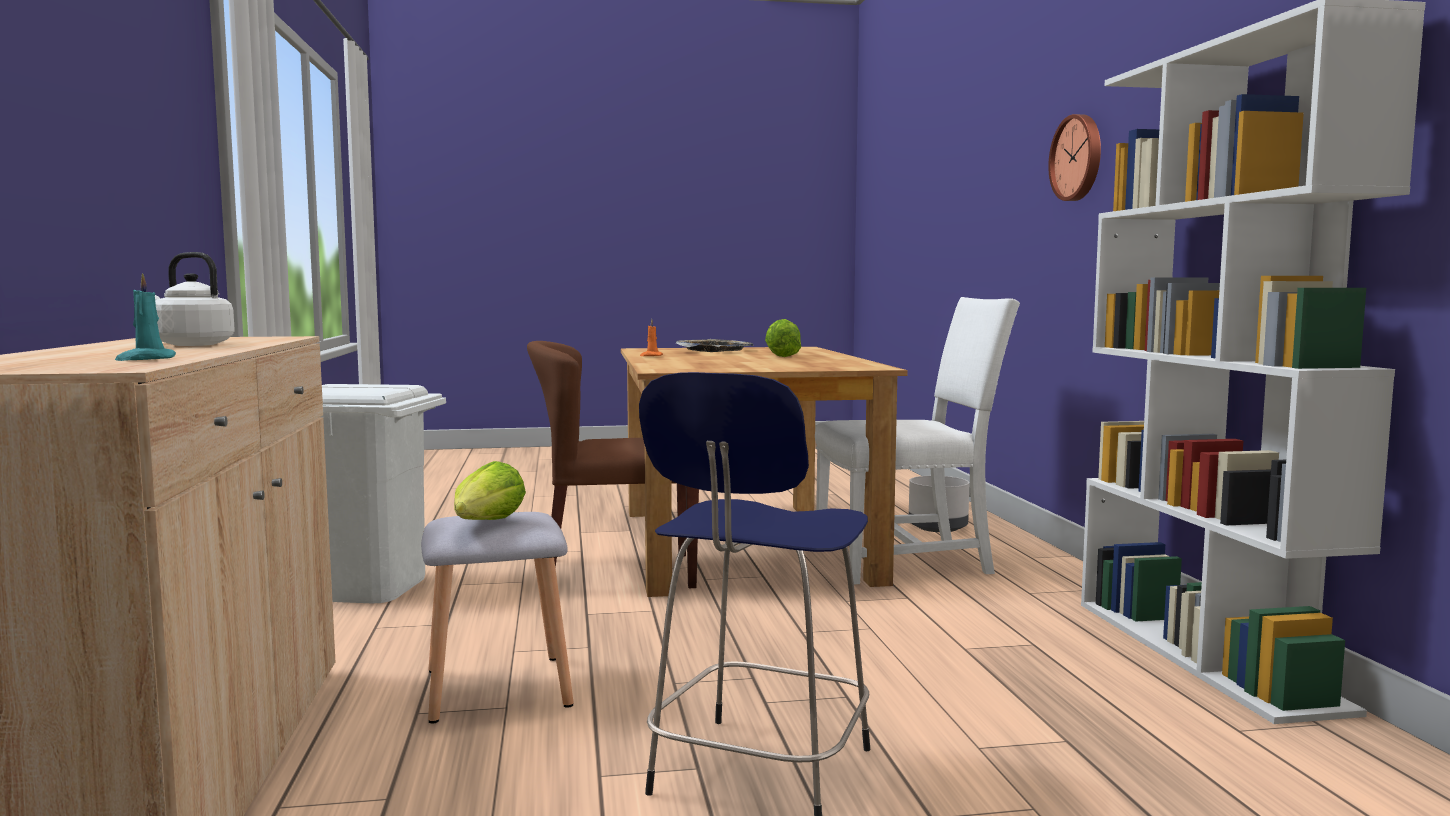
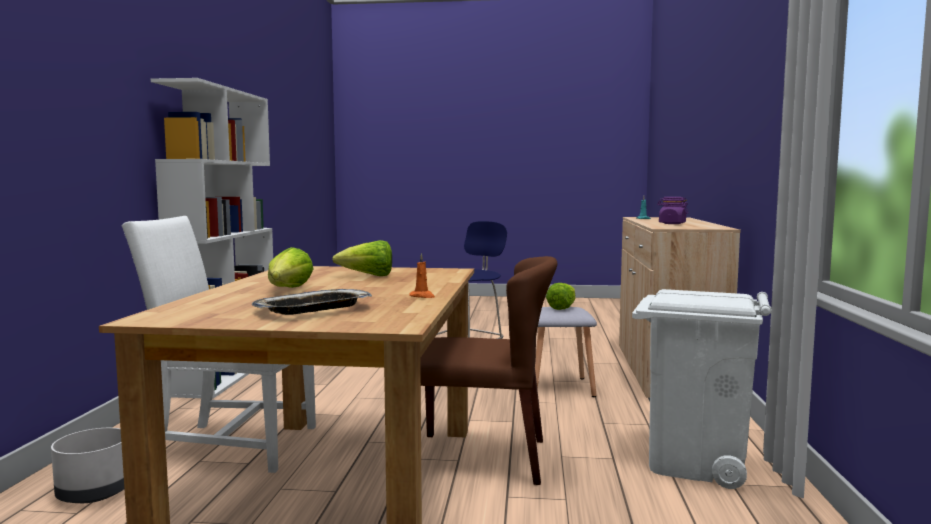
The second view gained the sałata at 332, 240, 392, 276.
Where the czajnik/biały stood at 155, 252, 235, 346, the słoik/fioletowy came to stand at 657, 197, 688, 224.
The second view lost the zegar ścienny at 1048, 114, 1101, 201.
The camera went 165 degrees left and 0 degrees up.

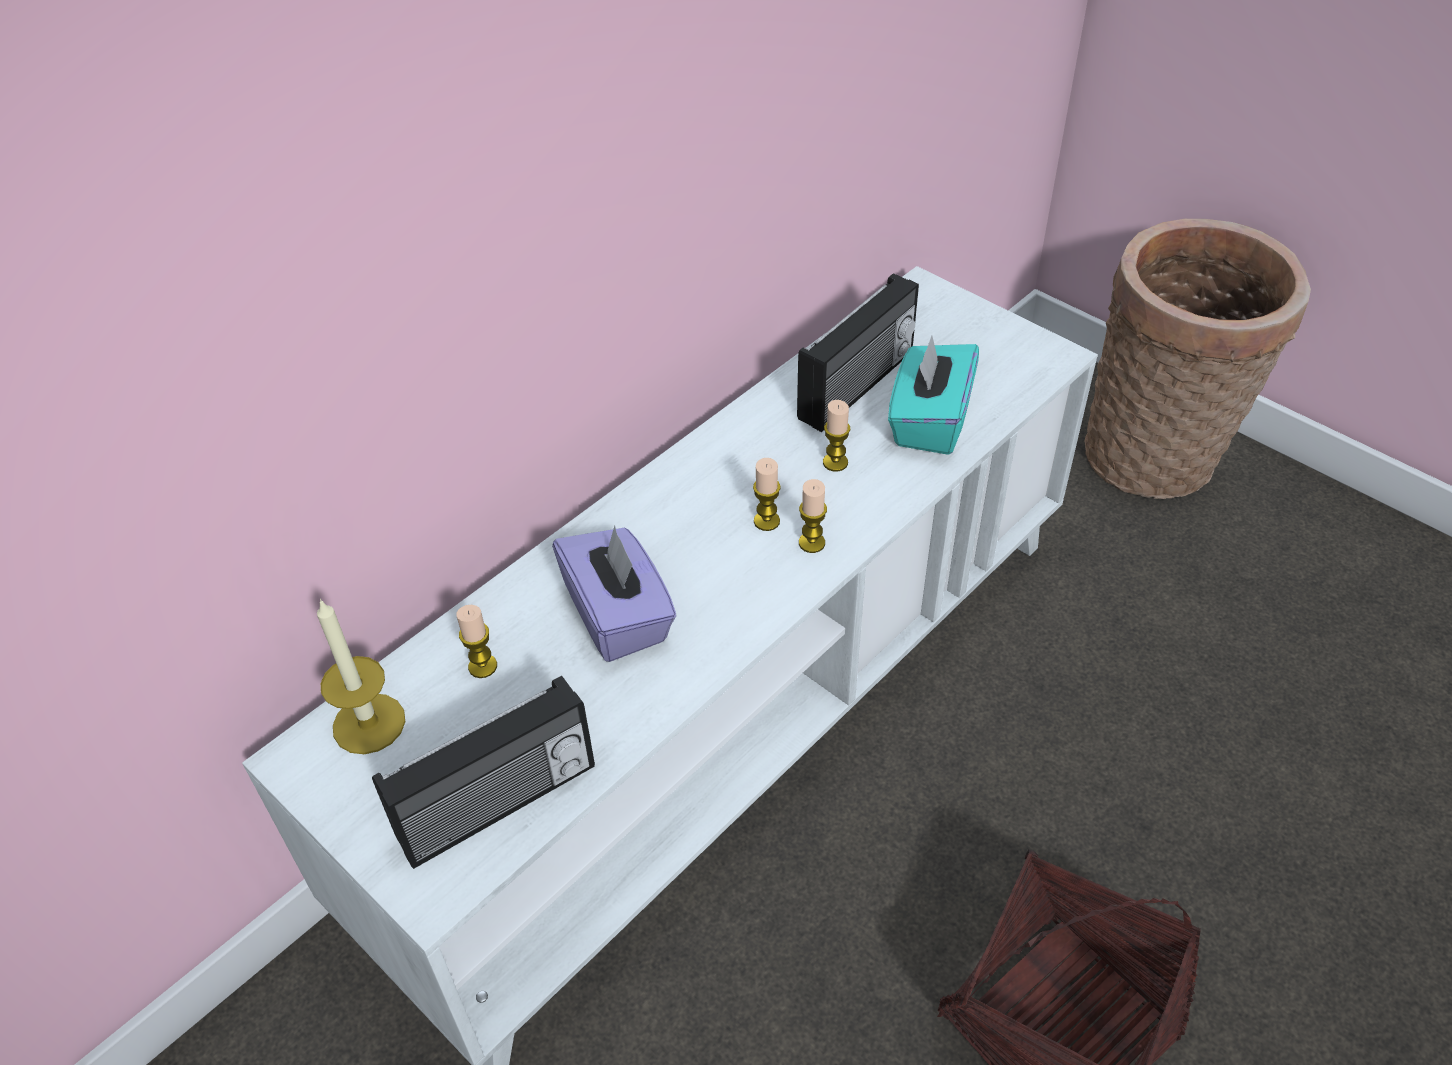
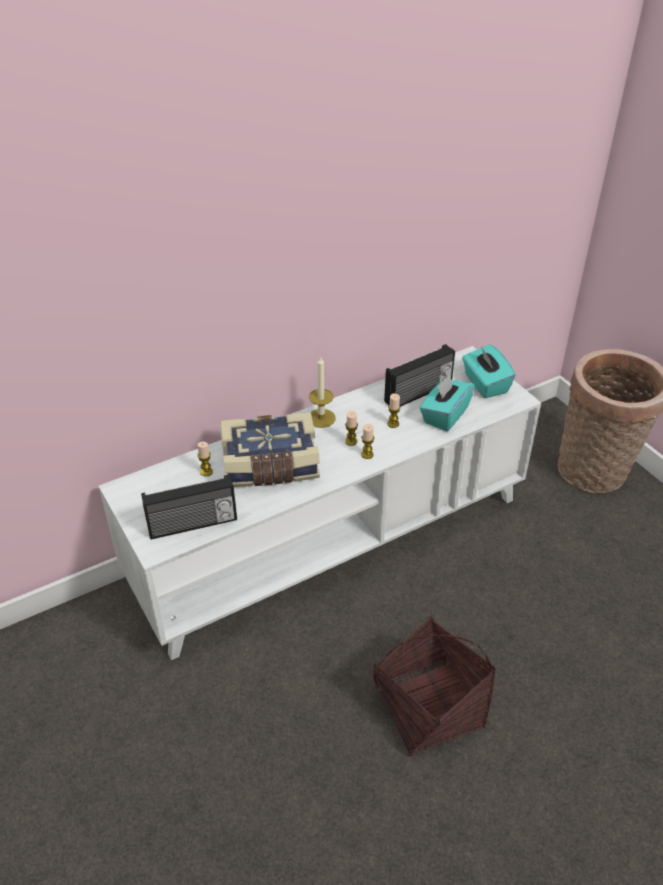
Where the pudełko chusteczek/fioletowy stood at 552, 526, 677, 662, the książka came to stand at 220, 412, 320, 487.
The świeca ended up elsewhere, having gone from 317, 599, 405, 754 to 309, 357, 336, 428.
The second view gained the pudełko chusteczek/turkusowy at 462, 344, 516, 398.
The camera went 15 degrees right and 5 degrees down.

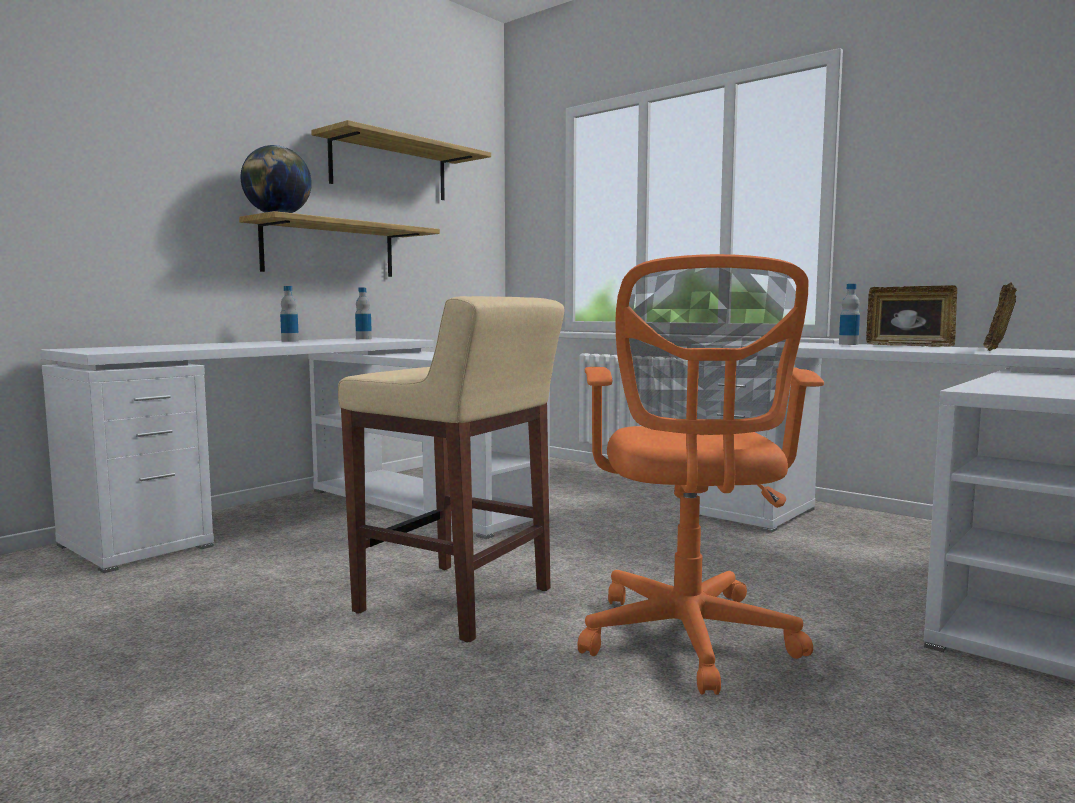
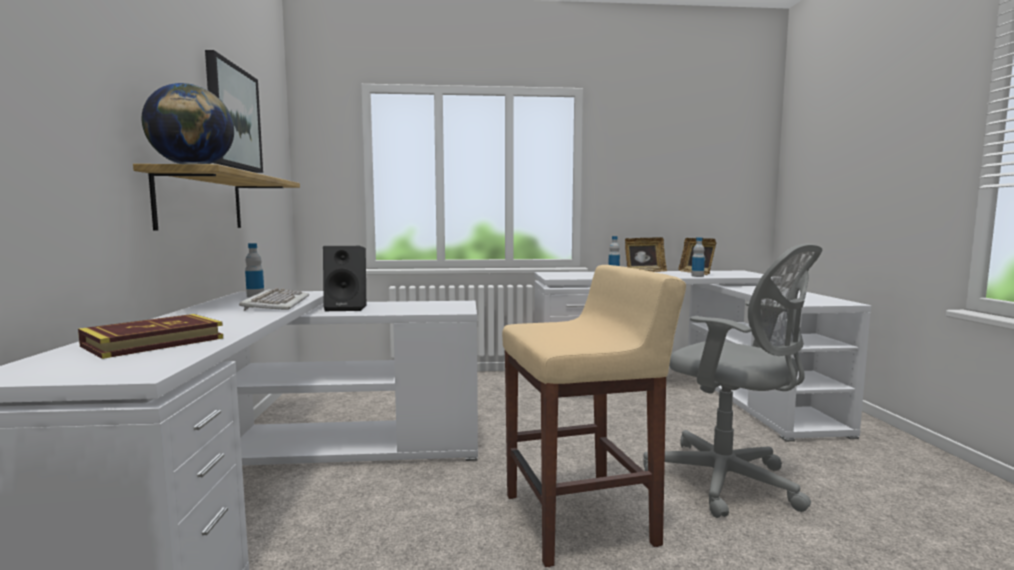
The second view gained the książka at 78, 314, 223, 359.
Where the półka hung at 311, 120, 491, 200, the obraz came to hang at 205, 50, 263, 173.
The second view gained the klawiatura at 239, 288, 309, 311.
The second view gained the głośnik/czarny at 323, 246, 366, 312.
What was the krzesło biurowe/pomarańczowy at 578, 254, 824, 695 turned into the krzesło biurowe/szary at 643, 244, 822, 518.
The butelka ended up elsewhere, having gone from 280, 286, 299, 342 to 691, 237, 705, 277.
The camera went 45 degrees left and 0 degrees up.

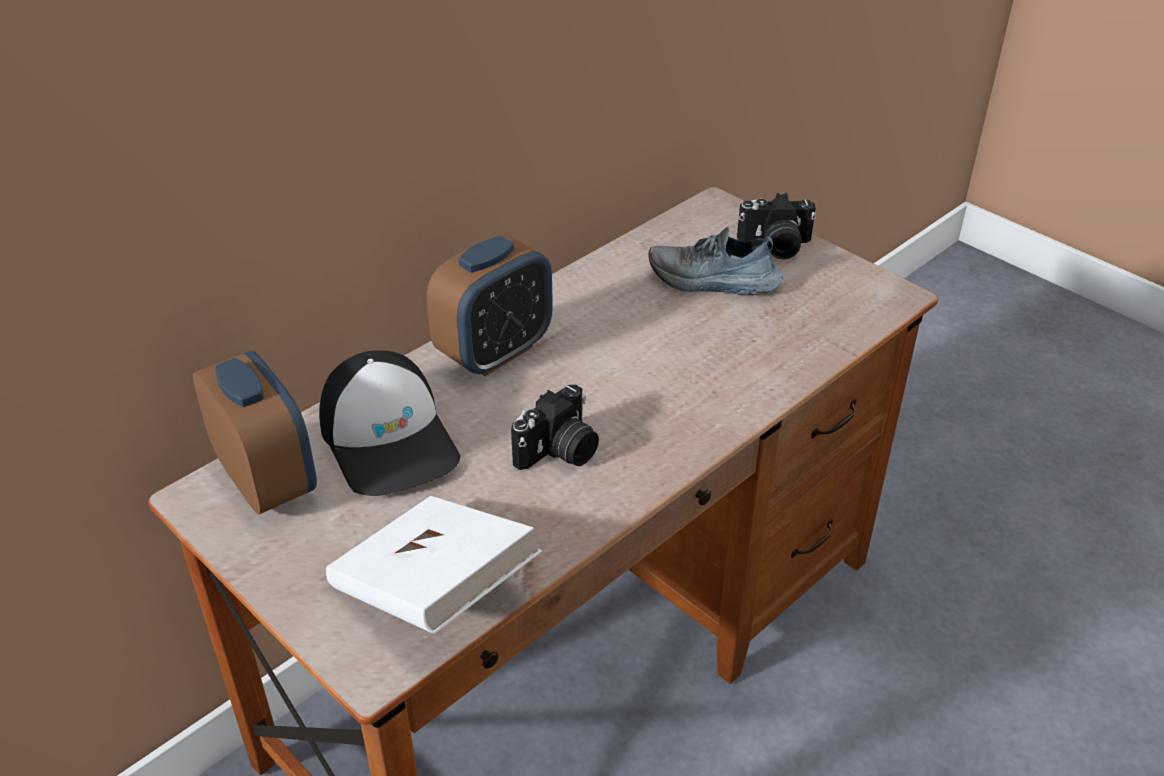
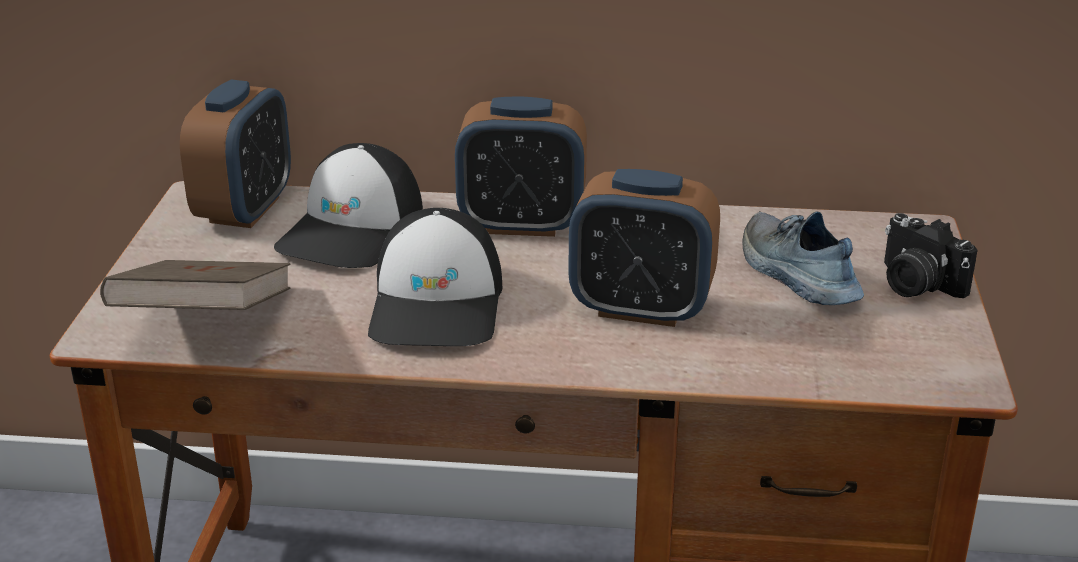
What was the książka/biały at 326, 496, 542, 634 turned into the książka/brązowy at 100, 260, 290, 310.
Where the aparat fotograficzny stood at 511, 385, 599, 470, the czapka z daszkiem came to stand at 368, 208, 502, 346.
The second view gained the budzik at 568, 169, 720, 327.
The camera went 50 degrees right and 10 degrees down.

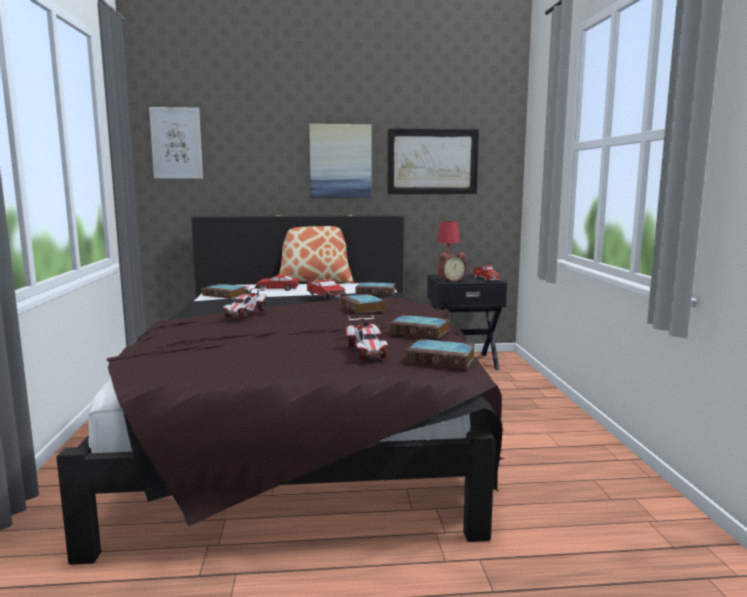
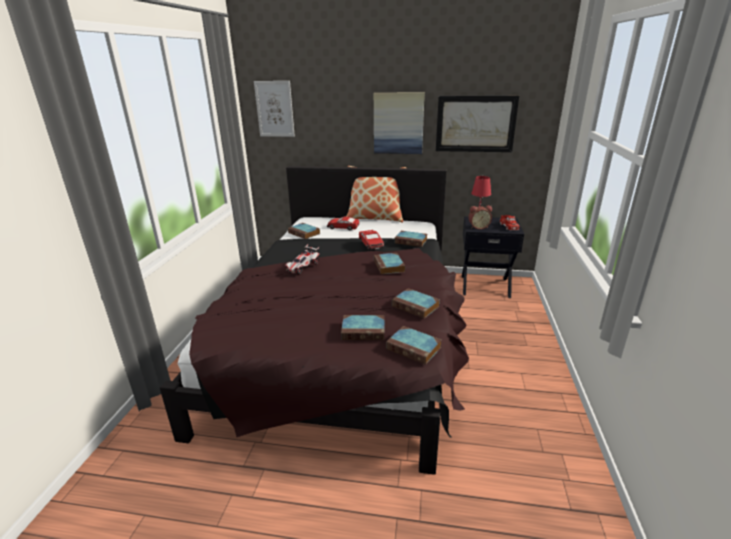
Where the samochodzik stood at 346, 314, 388, 360, the książka came to stand at 341, 315, 384, 340.
The camera went 15 degrees right and 15 degrees up.

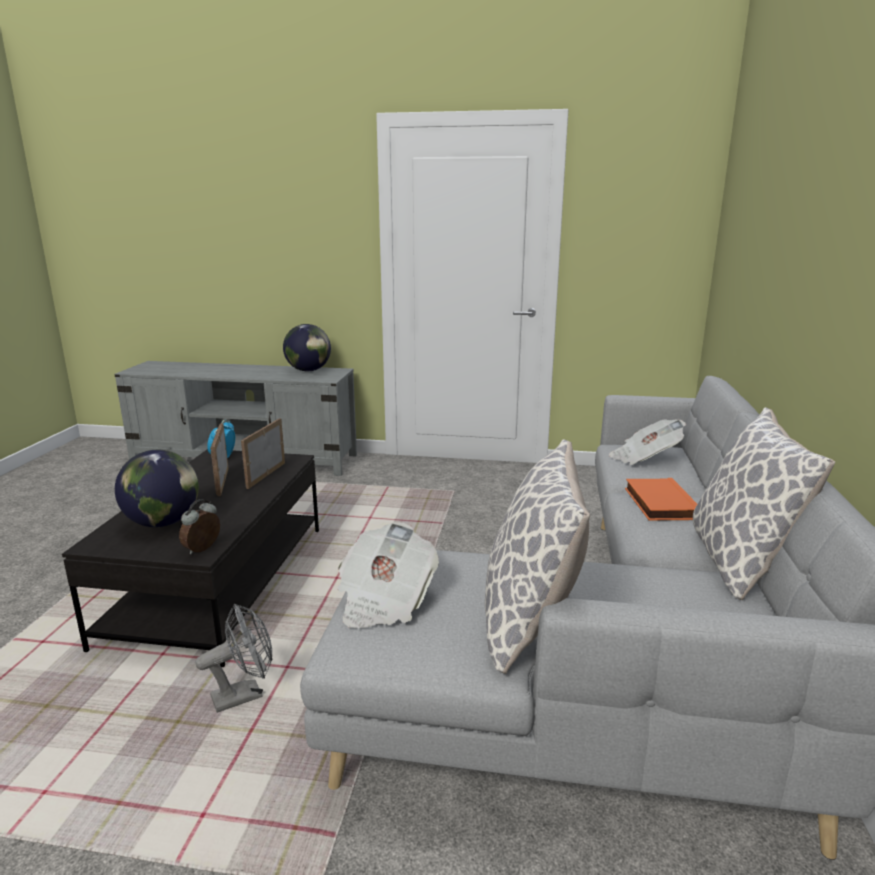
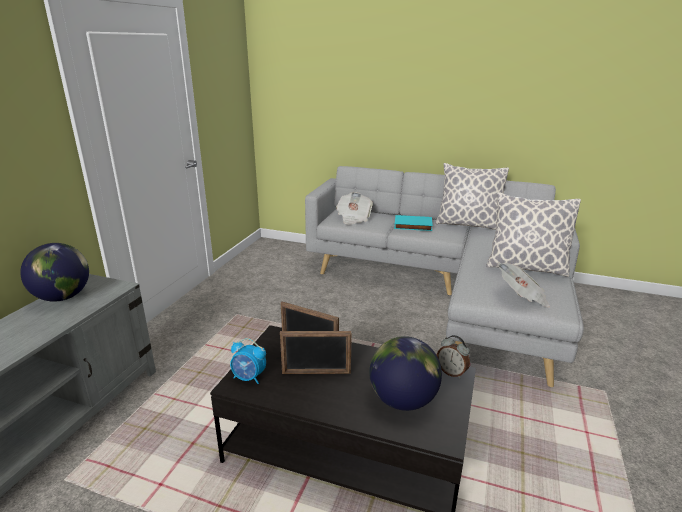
What was the książka/pomarańczowy at 625, 478, 697, 520 turned into the książka/turkusowy at 394, 215, 433, 231.
The second view lost the wentylator/szary at 195, 604, 272, 713.
The camera went 80 degrees left and 5 degrees up.

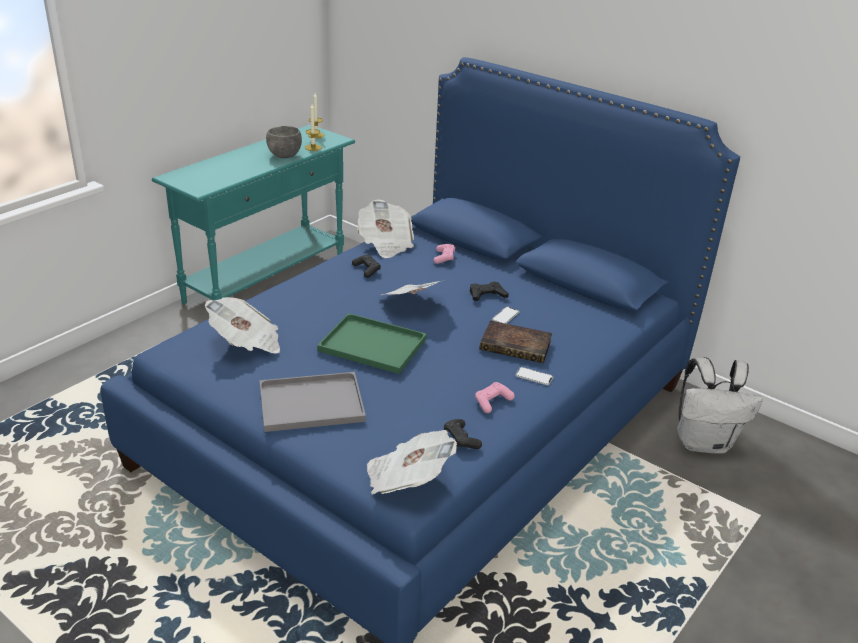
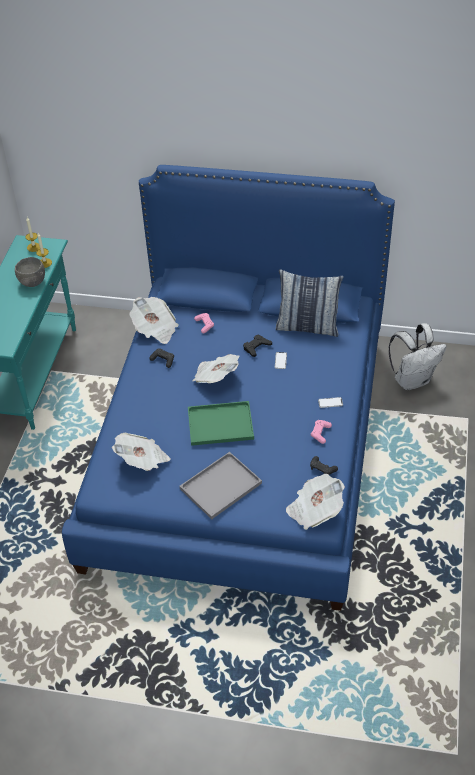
The second view gained the poduszka at 276, 269, 343, 337.
The second view lost the książka at 480, 320, 552, 363.
The camera went 25 degrees left and 15 degrees up.

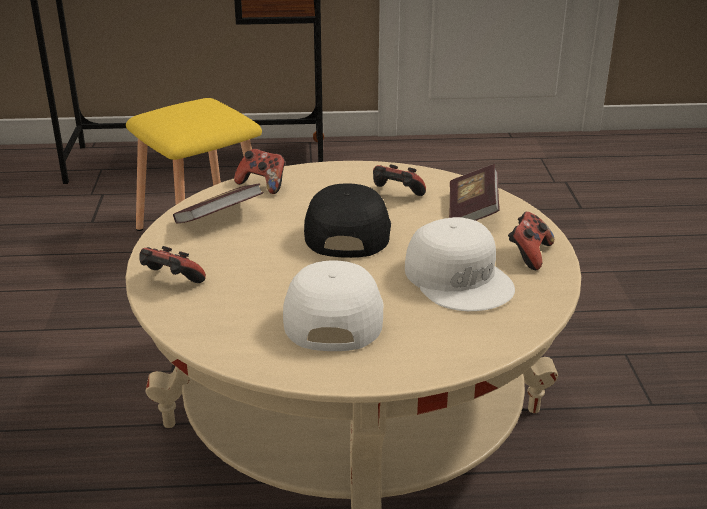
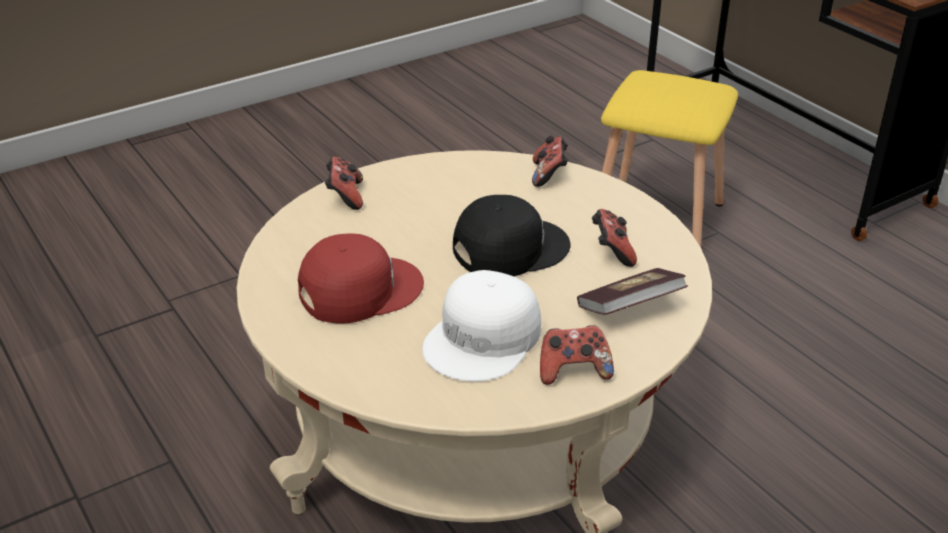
What was the czapka z daszkiem/biały at 283, 260, 383, 351 turned into the czapka z daszkiem/czerwony at 298, 234, 424, 324.
The second view lost the książka at 173, 183, 264, 223.
The camera went 60 degrees right and 5 degrees up.

